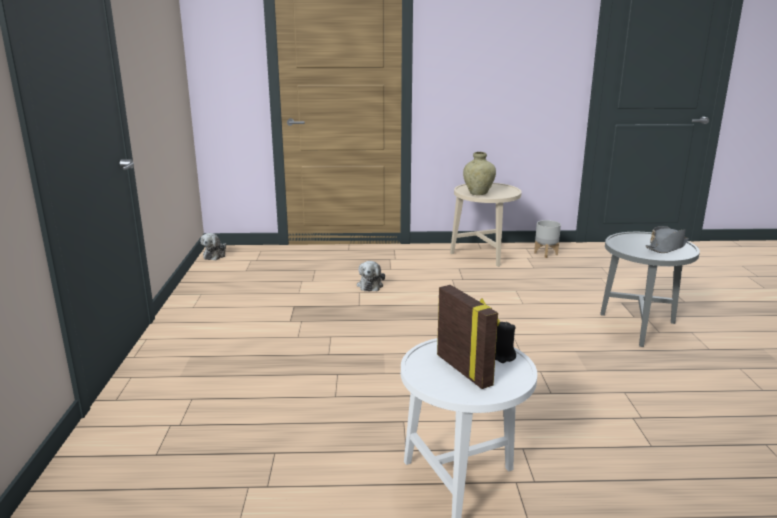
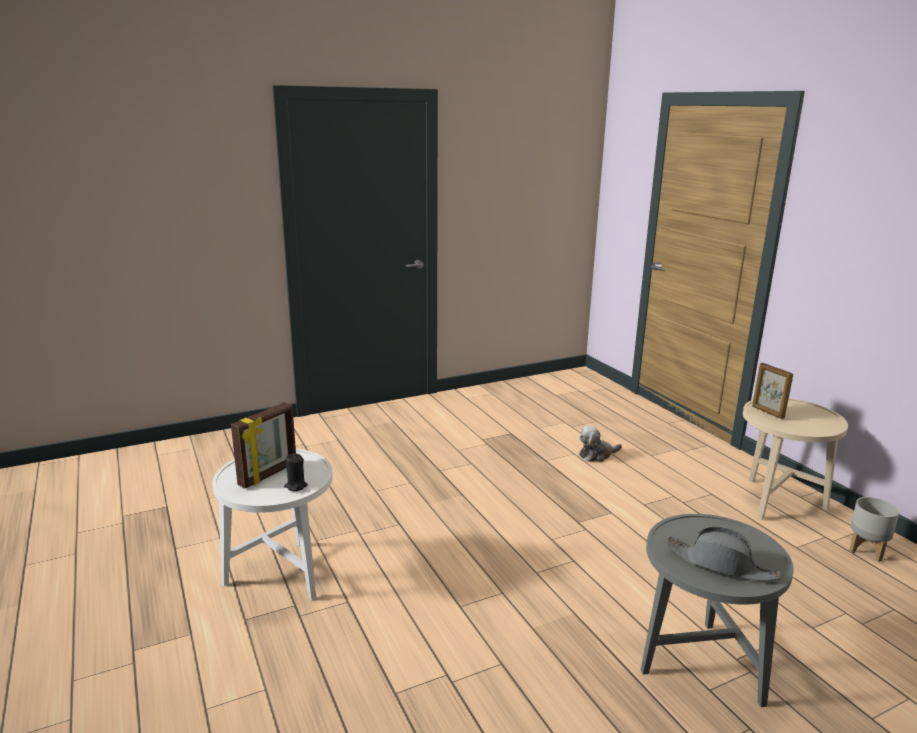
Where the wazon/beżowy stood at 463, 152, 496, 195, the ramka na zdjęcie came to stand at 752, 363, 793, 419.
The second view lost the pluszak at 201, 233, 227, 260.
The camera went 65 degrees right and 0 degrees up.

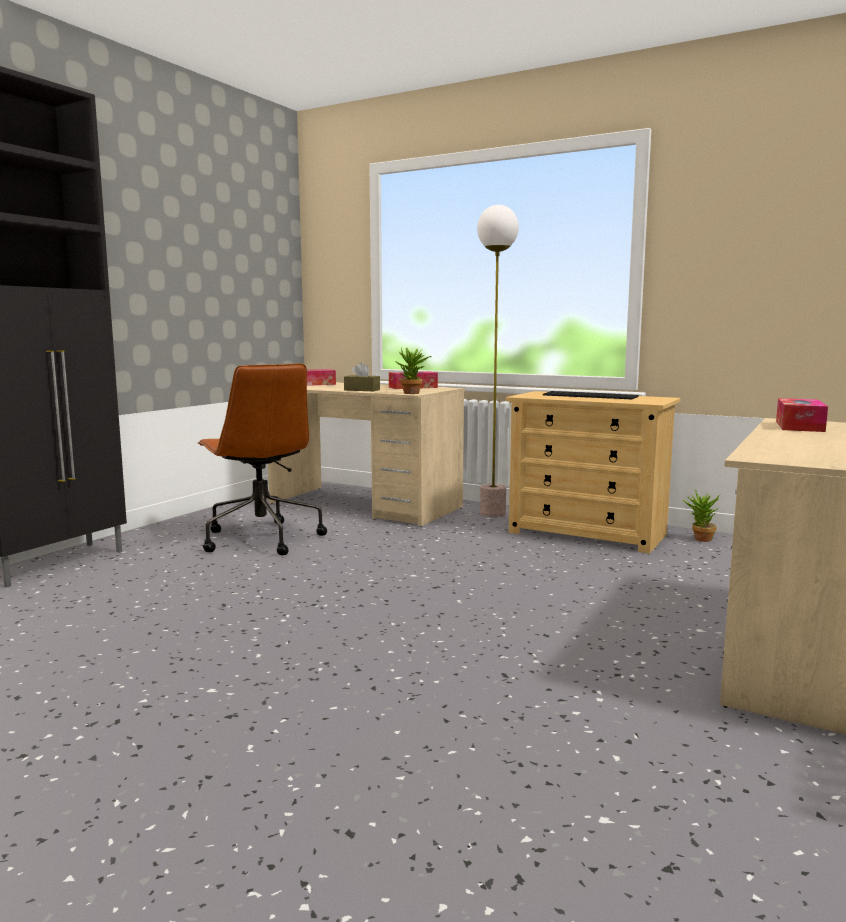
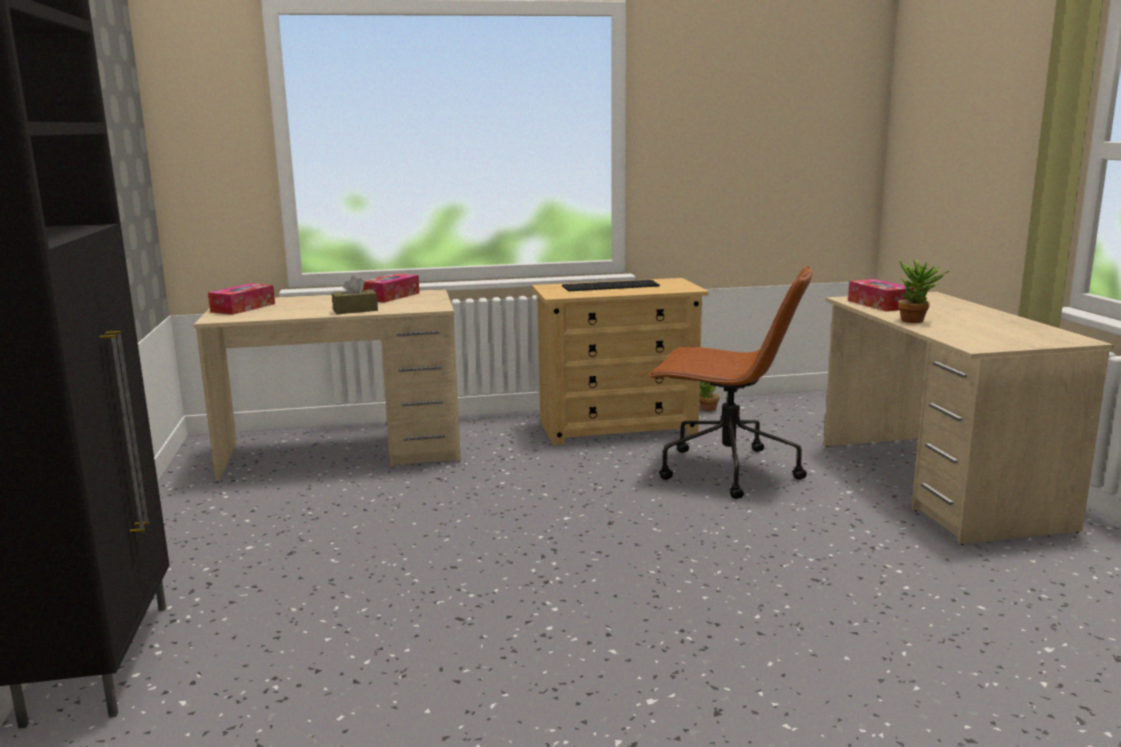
The krzesło biurowe/brązowy ended up elsewhere, having gone from 197, 363, 327, 555 to 648, 266, 812, 499.
The roślina doniczkowa ended up elsewhere, having gone from 395, 348, 432, 394 to 898, 260, 950, 323.
The second view lost the lampa stojąca at 477, 205, 519, 517.
The camera went 40 degrees left and 5 degrees up.

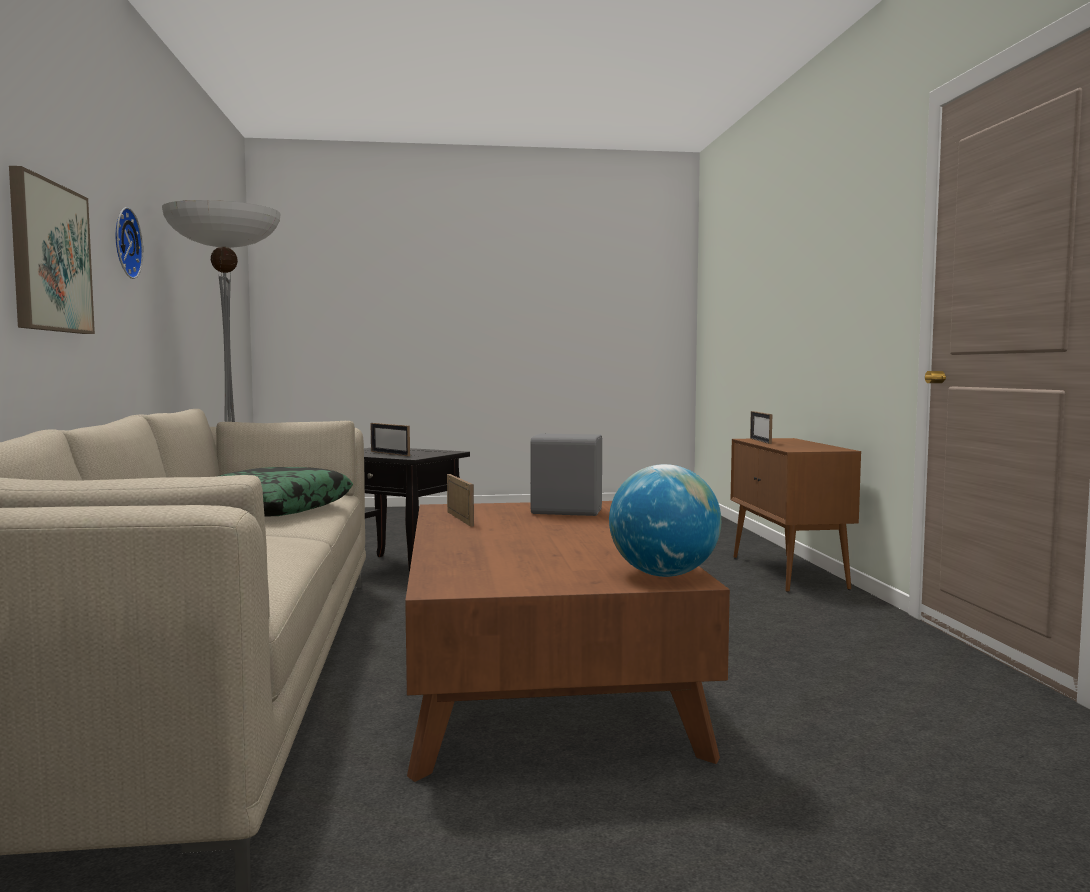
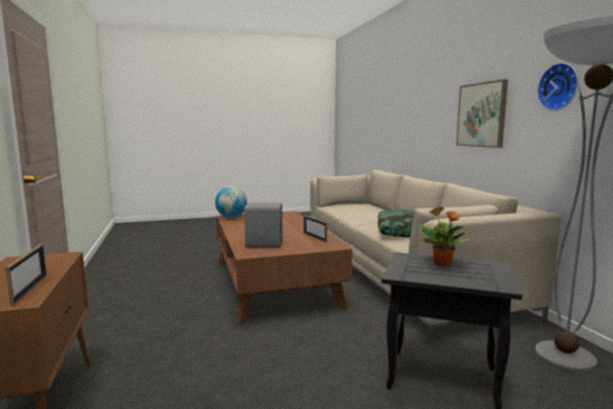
Where the ramka na zdjęcie stood at 370, 423, 410, 456, the roślina doniczkowa came to stand at 419, 207, 471, 266.
The camera went 170 degrees right and 5 degrees up.

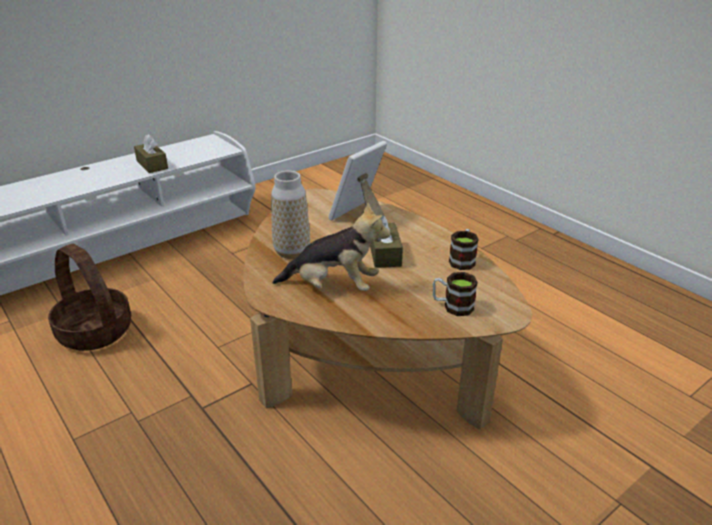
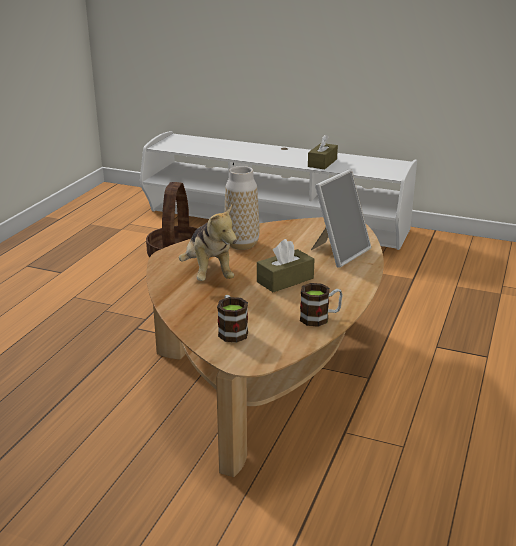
The ramka na zdjęcie at 328, 141, 387, 221 ended up facing another way, 120 degrees clockwise from before.
The camera went 60 degrees right and 5 degrees down.

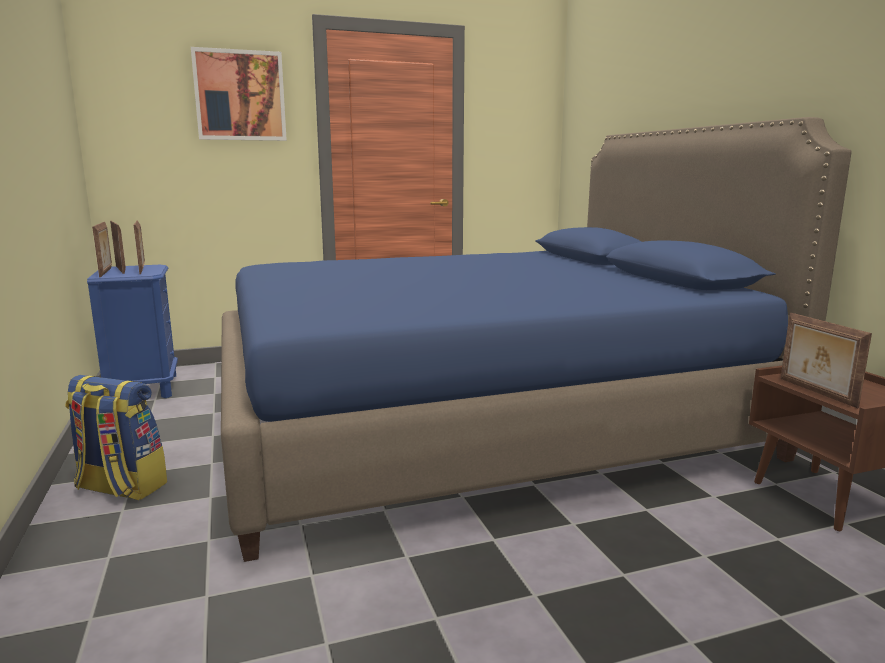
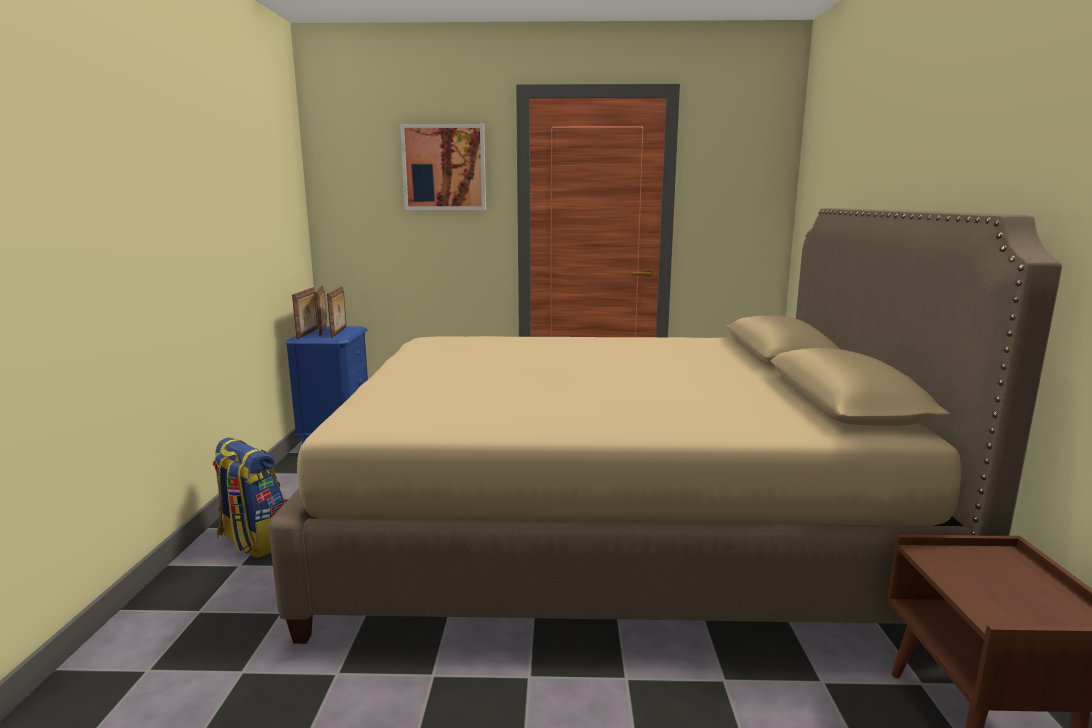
What was the łóżko/niebieski at 221, 117, 851, 562 turned into the łóżko/beżowy at 269, 208, 1062, 644.
The second view lost the ramka na zdjęcie at 781, 313, 872, 408.
The camera went 20 degrees right and 0 degrees up.

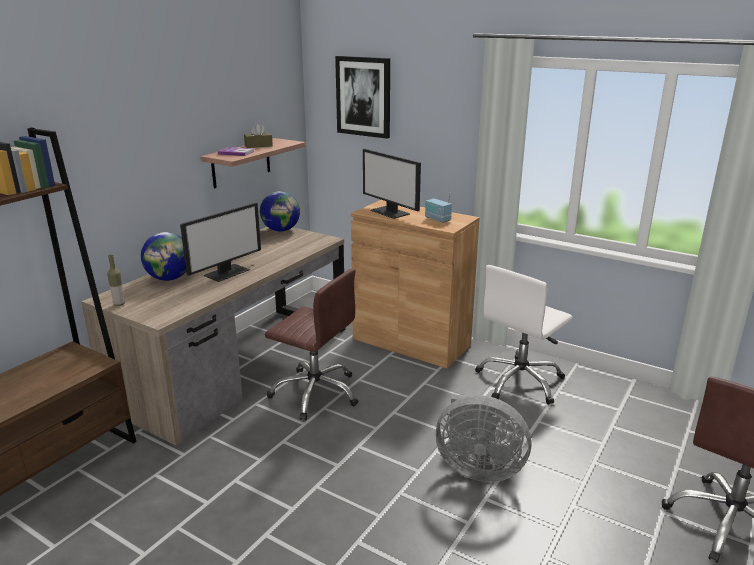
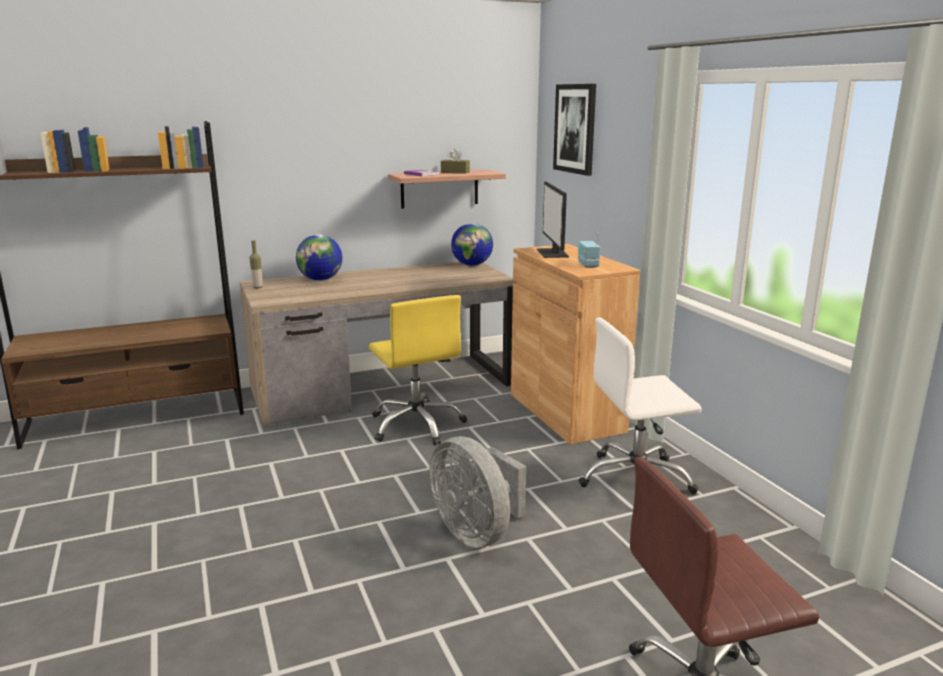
What was the krzesło biurowe/brązowy at 265, 268, 359, 420 turned into the krzesło biurowe/żółty at 369, 295, 467, 445.
The second view lost the monitor at 180, 203, 261, 282.
The camera went 35 degrees right and 5 degrees down.

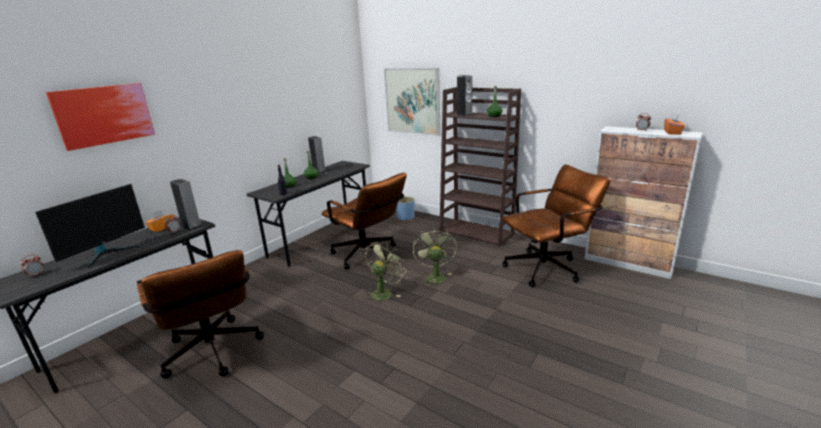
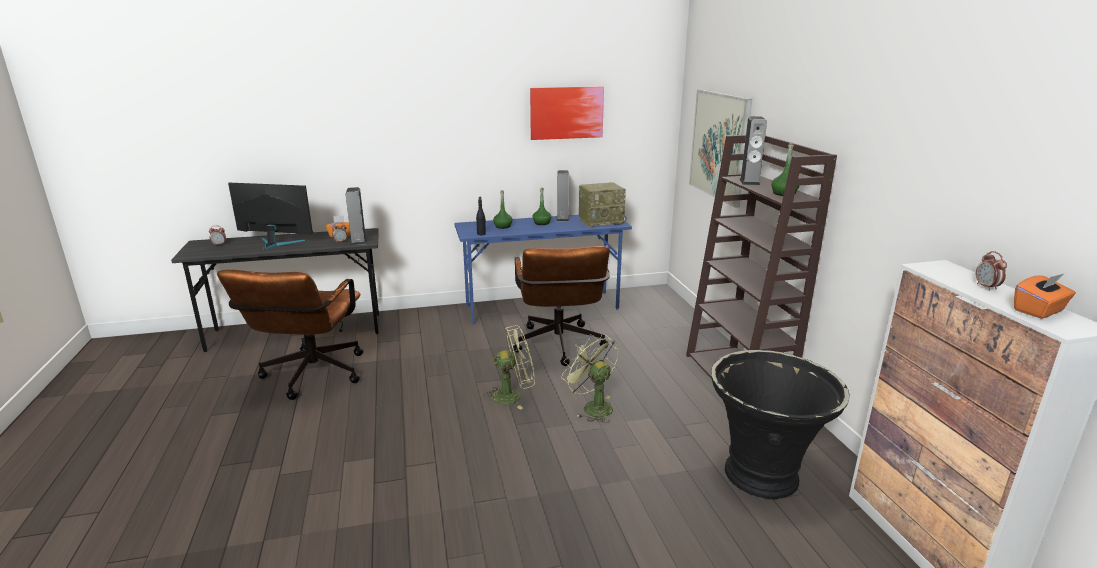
The monitor at 35, 184, 145, 268 ended up facing another way, 150 degrees counterclockwise from before.
What was the biurko/szary at 247, 161, 370, 267 turned into the biurko/niebieski at 455, 215, 632, 324.
The obraz ended up elsewhere, having gone from 46, 83, 155, 151 to 530, 86, 604, 140.
The wentylator/zielony at 413, 227, 457, 288 ended up facing another way, 75 degrees counterclockwise from before.
The second view gained the radio at 579, 182, 627, 227.
Where the krzesło biurowe/brązowy stood at 502, 164, 611, 287, the donica/czarny came to stand at 711, 350, 850, 499.
The second view lost the donica/niebieski at 396, 196, 415, 221.
The camera went 40 degrees right and 0 degrees up.

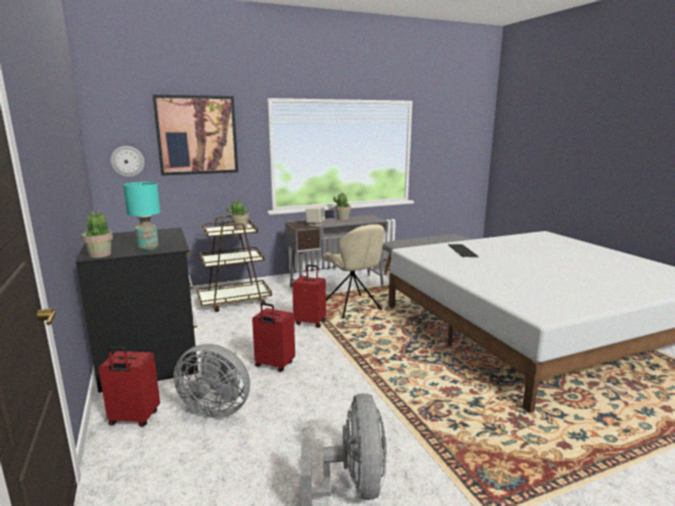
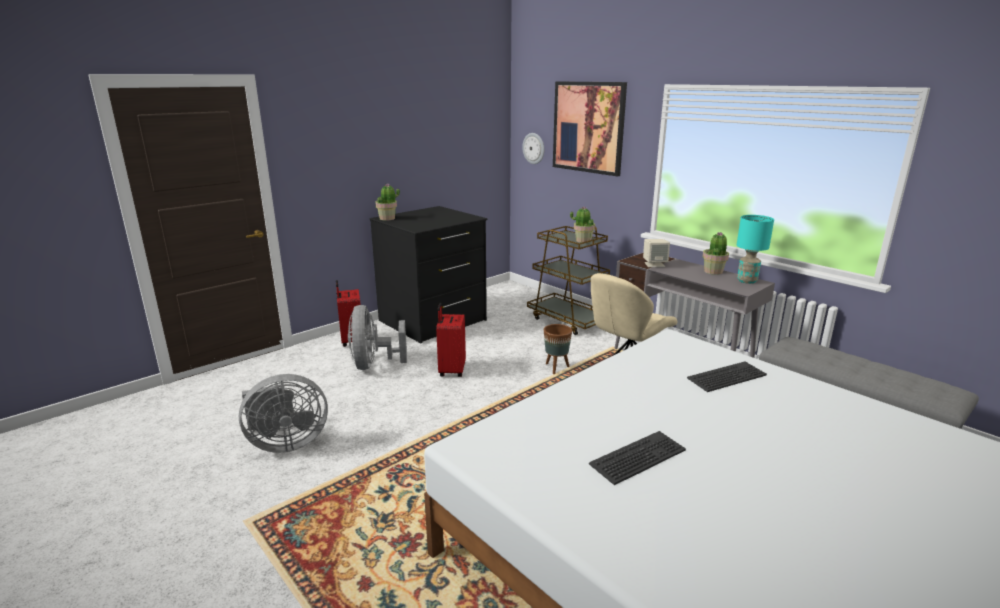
Where the walizka/czerwony stood at 292, 265, 326, 328, the donica/brązowy came to stand at 544, 324, 572, 374.
The second view gained the klawiatura at 589, 431, 686, 485.
The lampa stołowa/turkusowy ended up elsewhere, having gone from 123, 182, 160, 251 to 737, 215, 774, 284.
The camera went 70 degrees right and 5 degrees up.

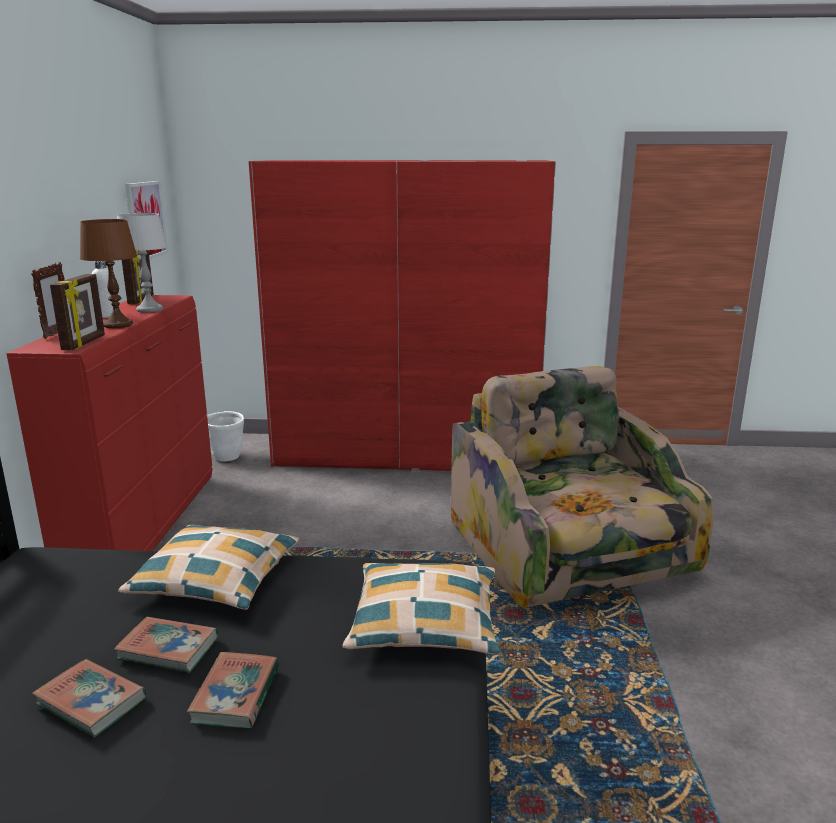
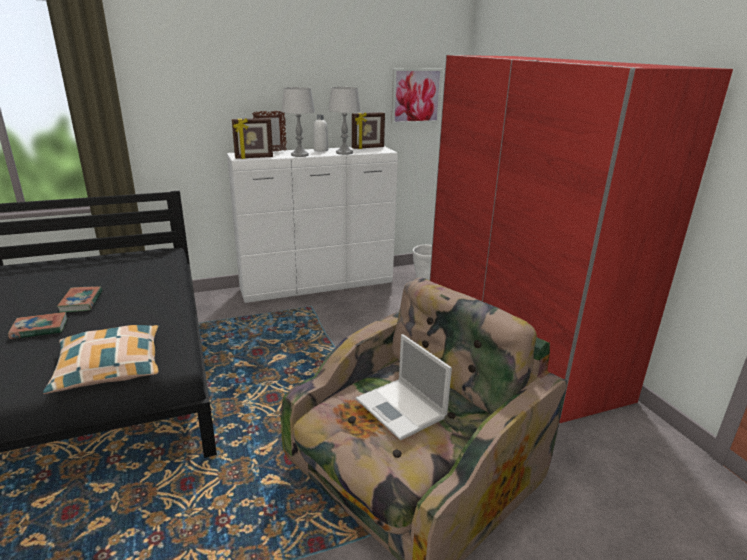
What was the komoda/czerwony at 6, 295, 212, 551 turned into the komoda/biały at 227, 146, 398, 303.
What was the lampa stołowa/brązowy at 80, 219, 137, 328 turned into the lampa stołowa/szary at 281, 87, 315, 157.
The second view gained the laptop at 356, 334, 452, 440.
The second view lost the książka at 32, 659, 147, 737.
The second view lost the poduszka at 118, 525, 299, 610.
The camera went 65 degrees right and 5 degrees up.

